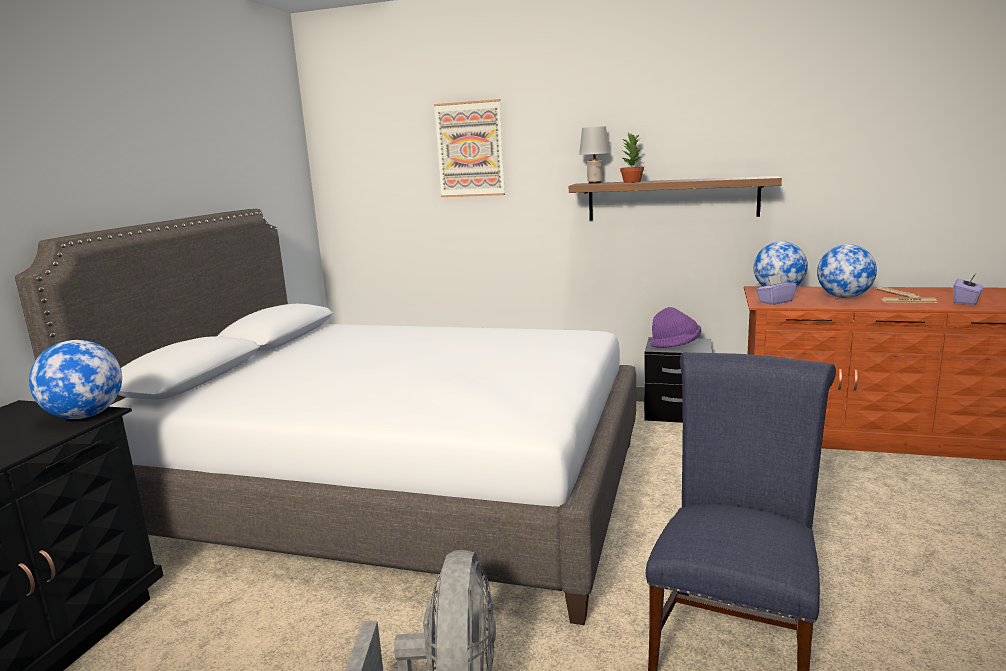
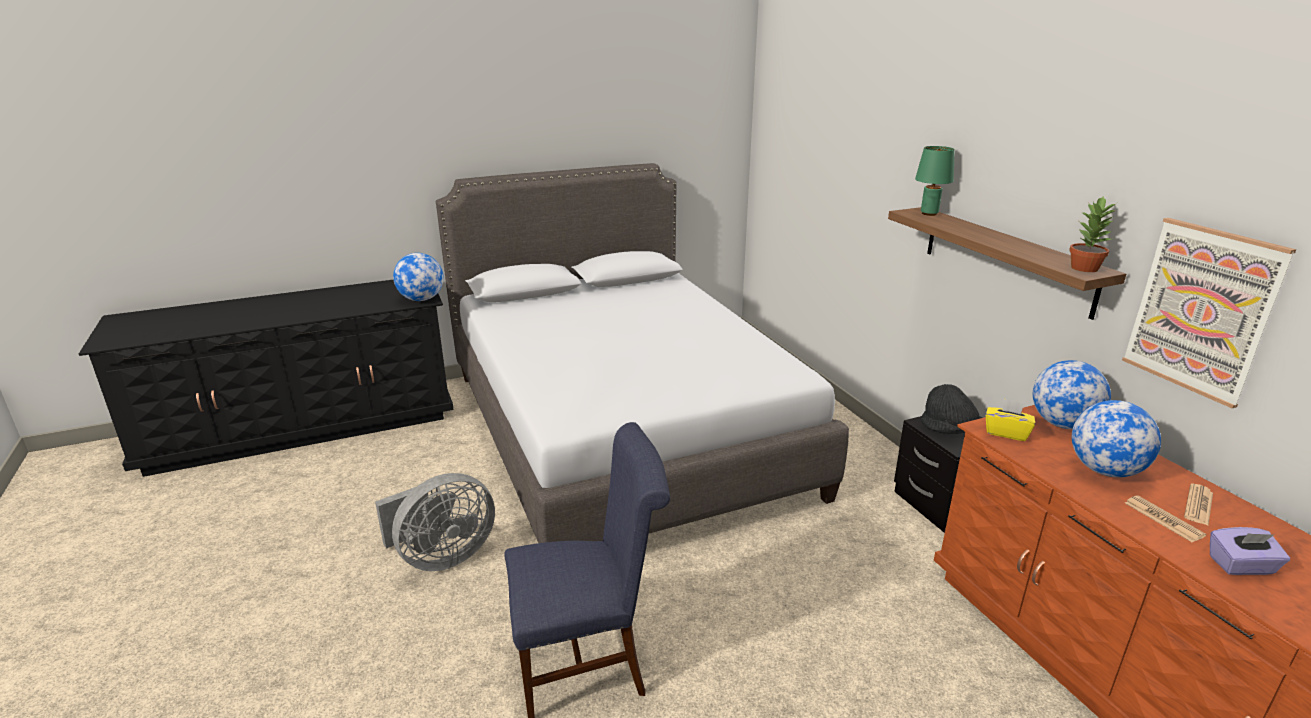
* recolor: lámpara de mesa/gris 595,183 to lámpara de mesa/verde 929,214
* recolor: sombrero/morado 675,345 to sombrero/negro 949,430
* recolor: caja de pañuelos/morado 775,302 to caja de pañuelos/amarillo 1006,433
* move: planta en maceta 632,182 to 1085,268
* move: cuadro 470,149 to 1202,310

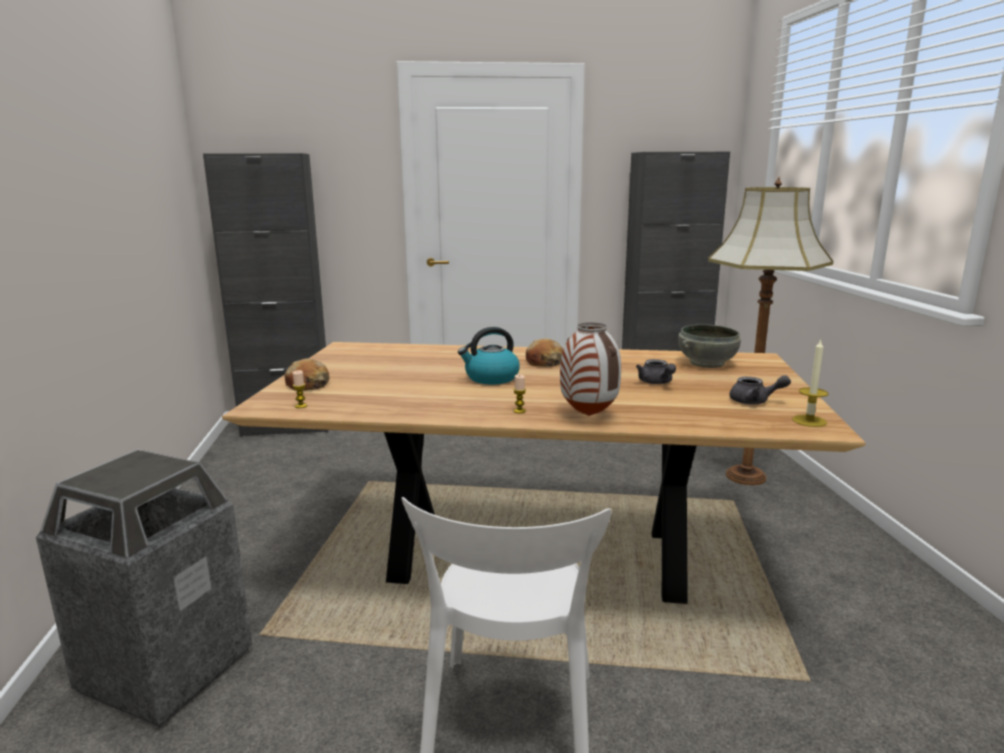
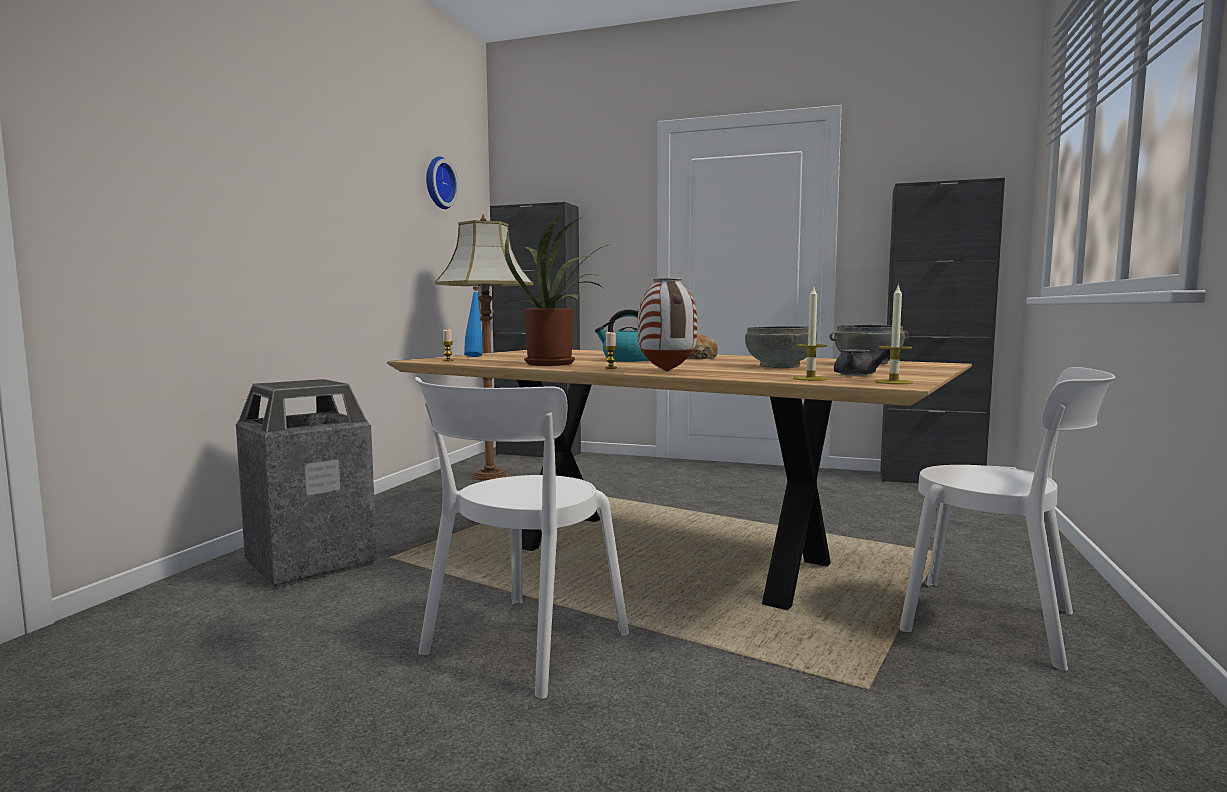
* insert: reloj de pared 438,183
* move: lámpara de pie 745,475 to 491,476
* replace: pan 307,385 to botella/azul 474,356
* insert: planta en maceta 555,364
* replace: tetera/gris 656,383 to cuenco/gris 780,366
* insert: vela 810,378
* insert: silla/blanco 999,623

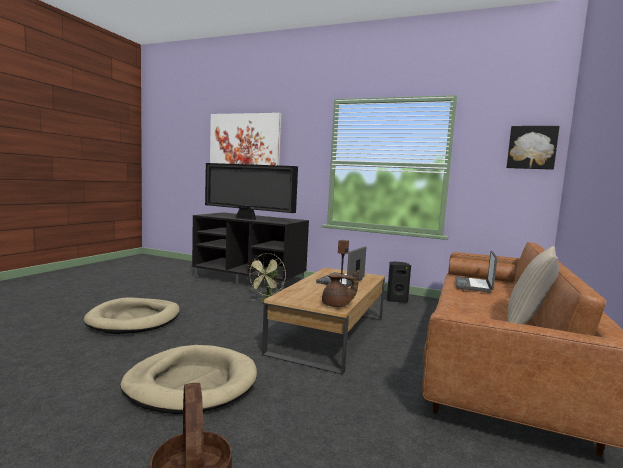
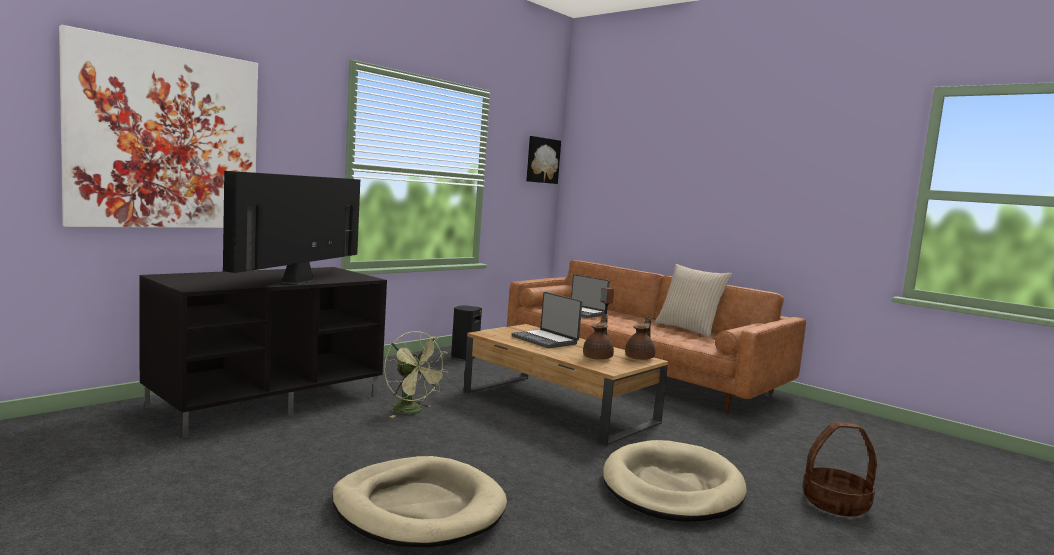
* rotate: televisor 247,219 = 297,281 150 degrees clockwise
* insert: tetera/marrón 598,357

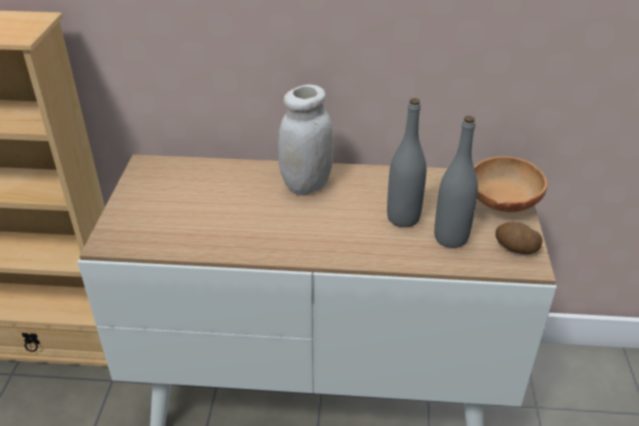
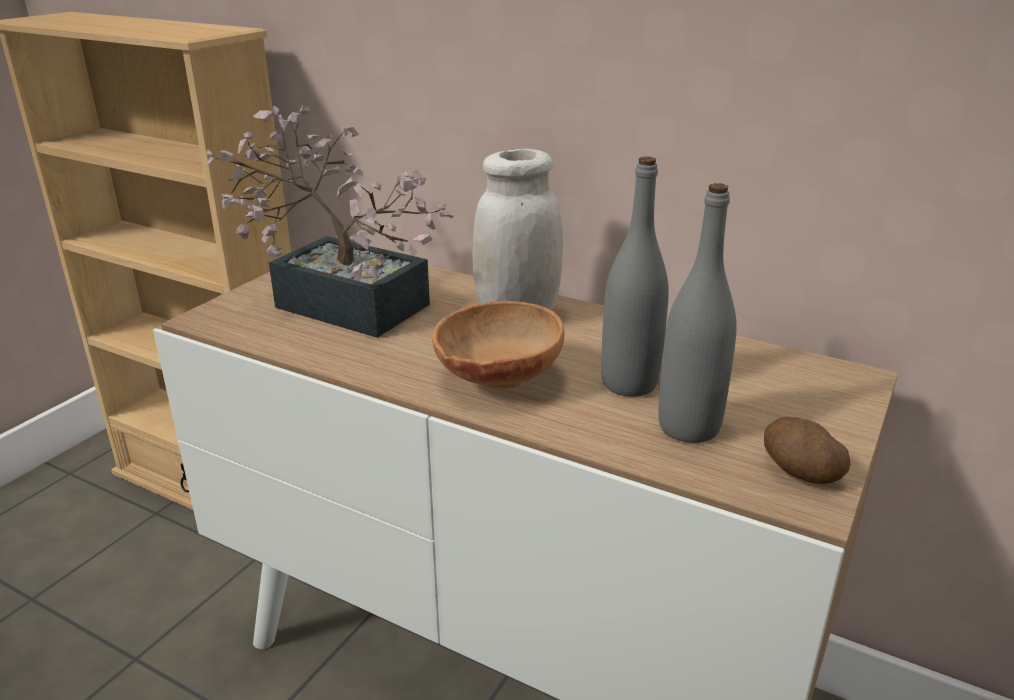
* insert: planta en maceta 339,301
* move: cuenco/marrón 501,204 to 496,378

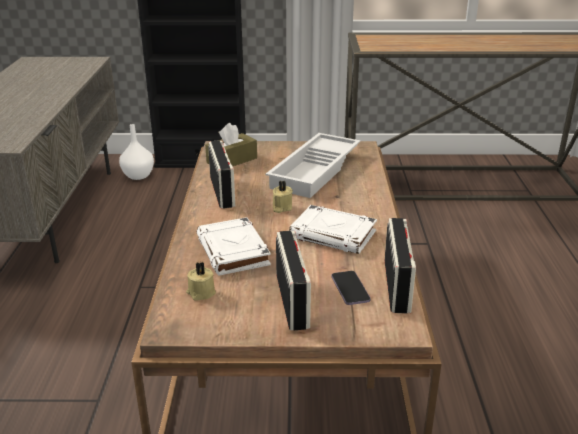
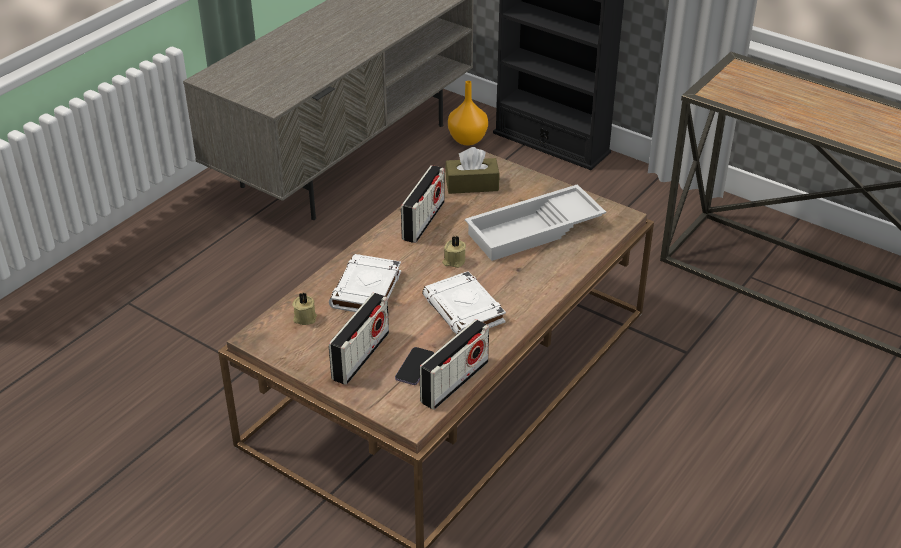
* recolor: florero/blanco 139,176 to florero/naranja 468,140

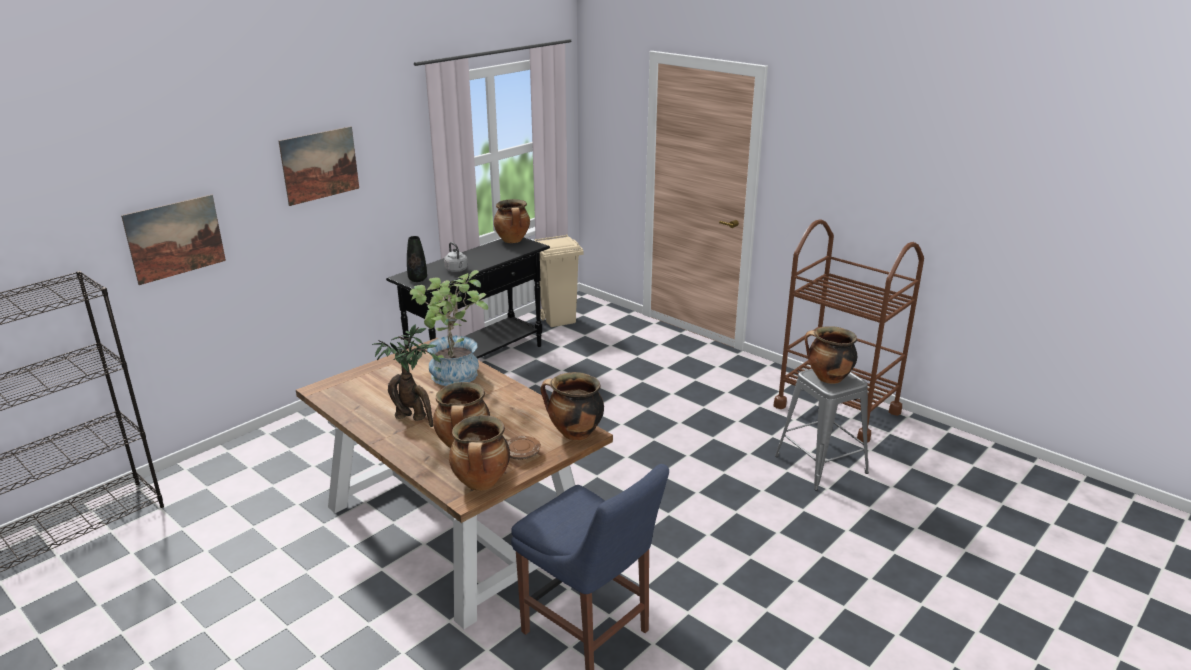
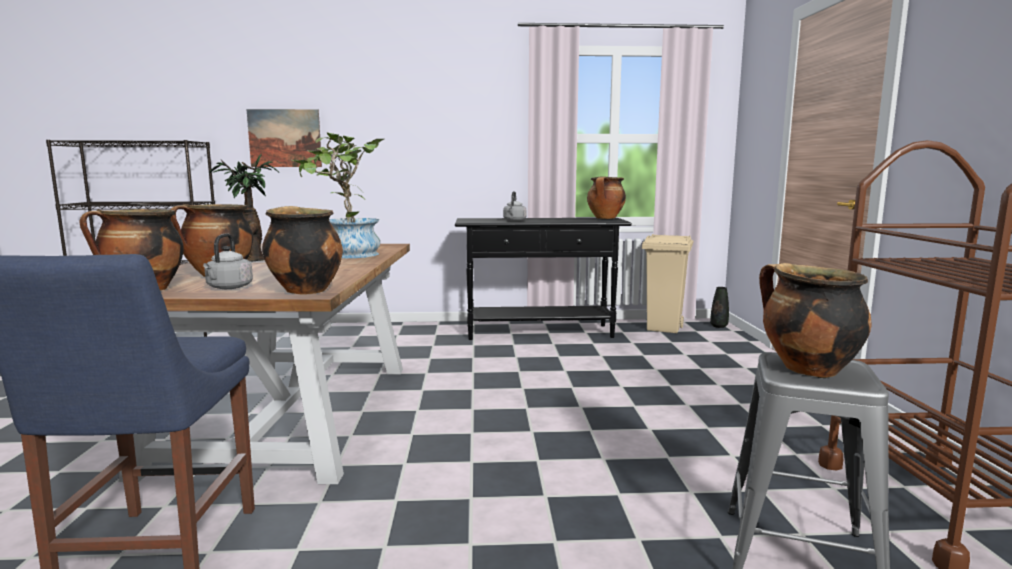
* replace: plato/marrón 522,454 to hervidor/gris 228,288
* move: florero/negro 417,279 to 718,326
* delete: cuadro 320,165

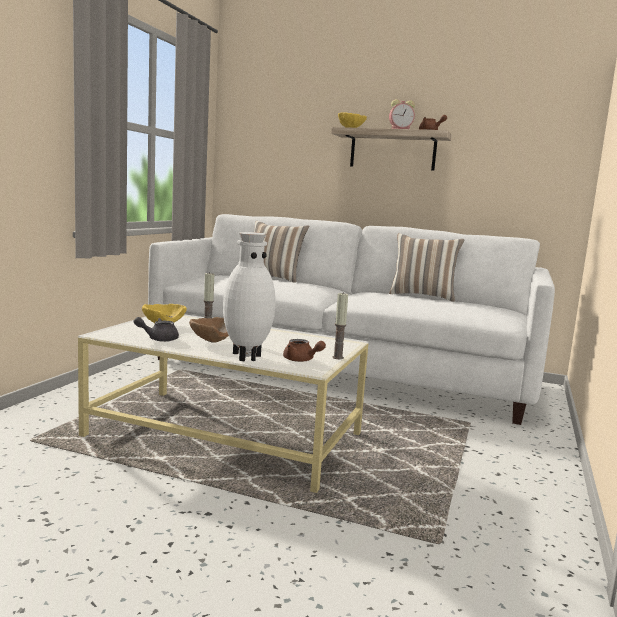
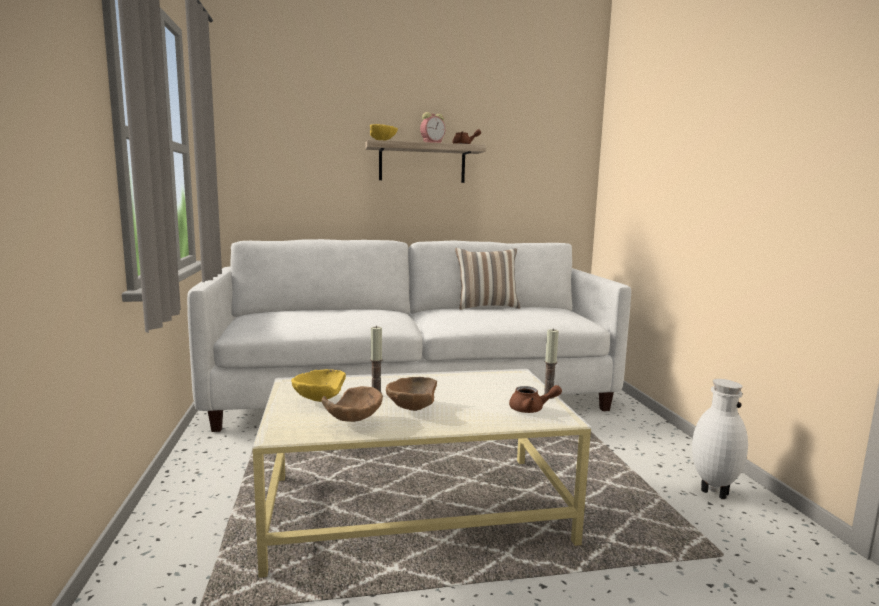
* replace: tetera/gris 158,339 to cuenco/marrón 354,422
* move: florero/blanco 245,357 to 712,491
* delete: cojín 274,278

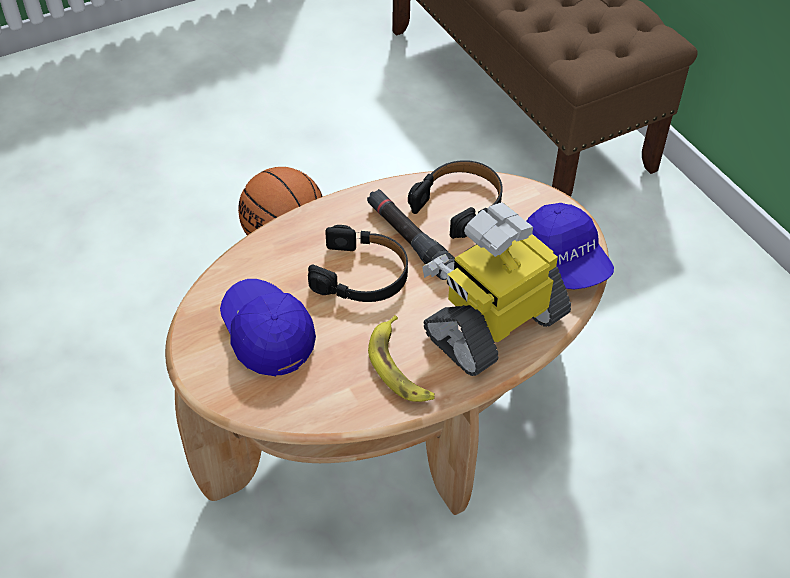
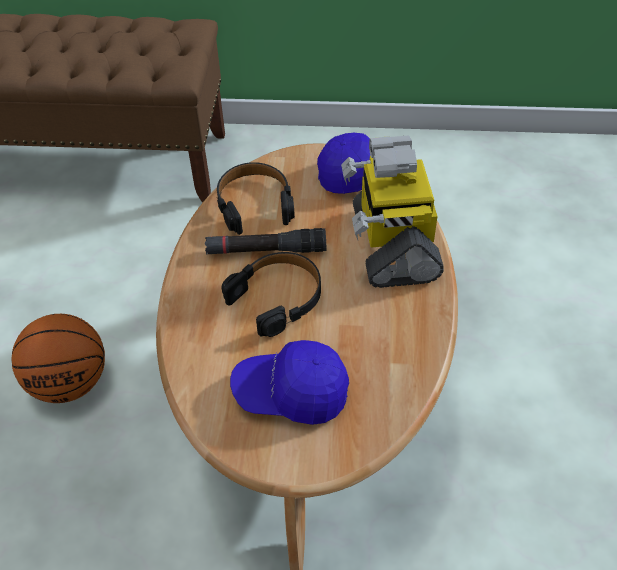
* delete: plátano 400,367

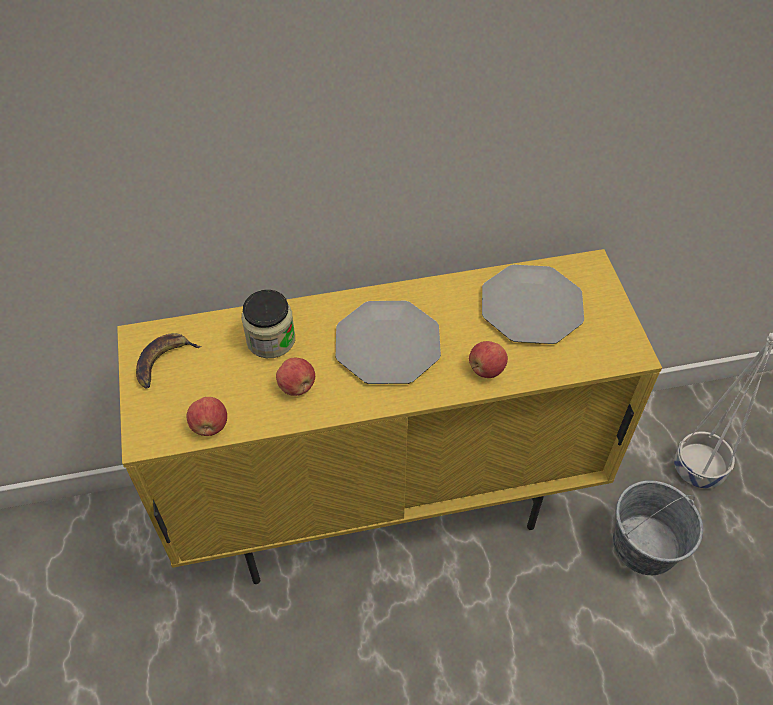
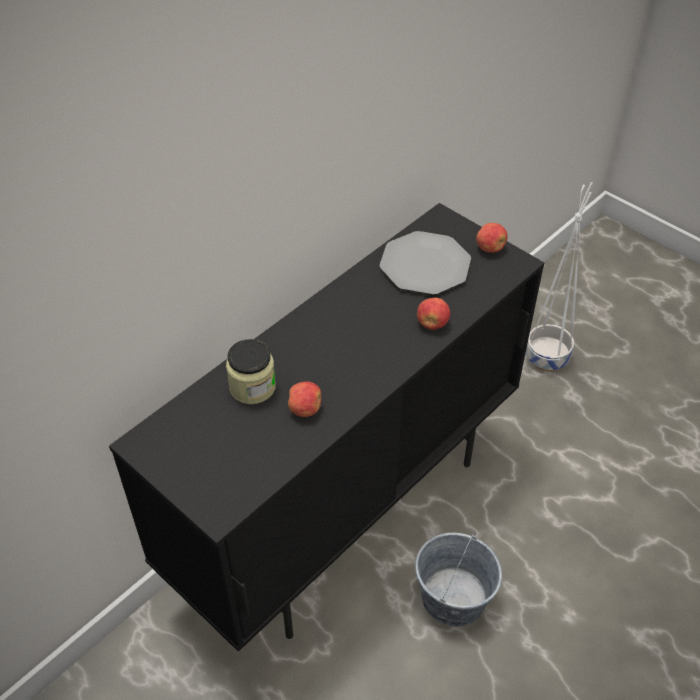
* recolor: armario/amarillo 386,504 to armario/negro 346,513
* move: cubo/gris 645,545 to 454,597
* move: manzana 210,426 to 490,248
* delete: plátano 163,362
* delete: plato 387,344

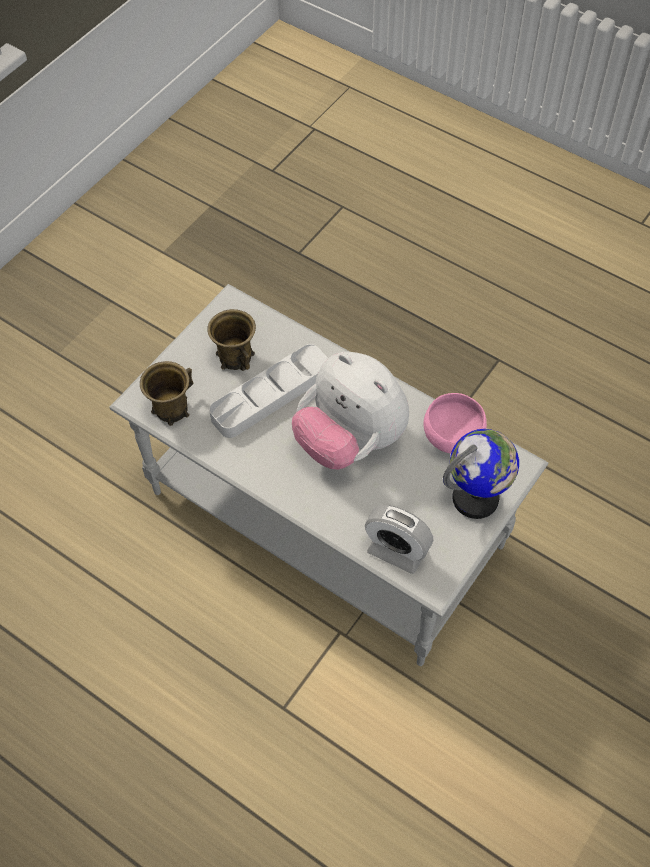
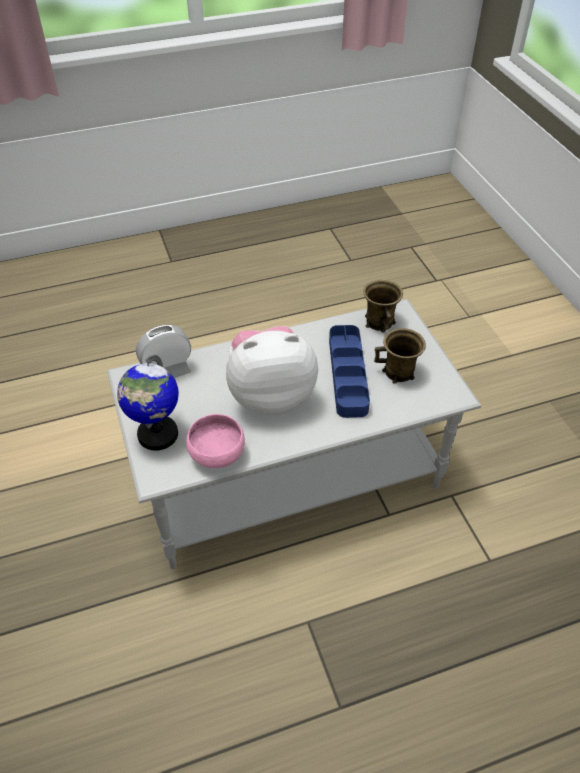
* recolor: bandeja/gris 271,395 to bandeja/azul 347,374

